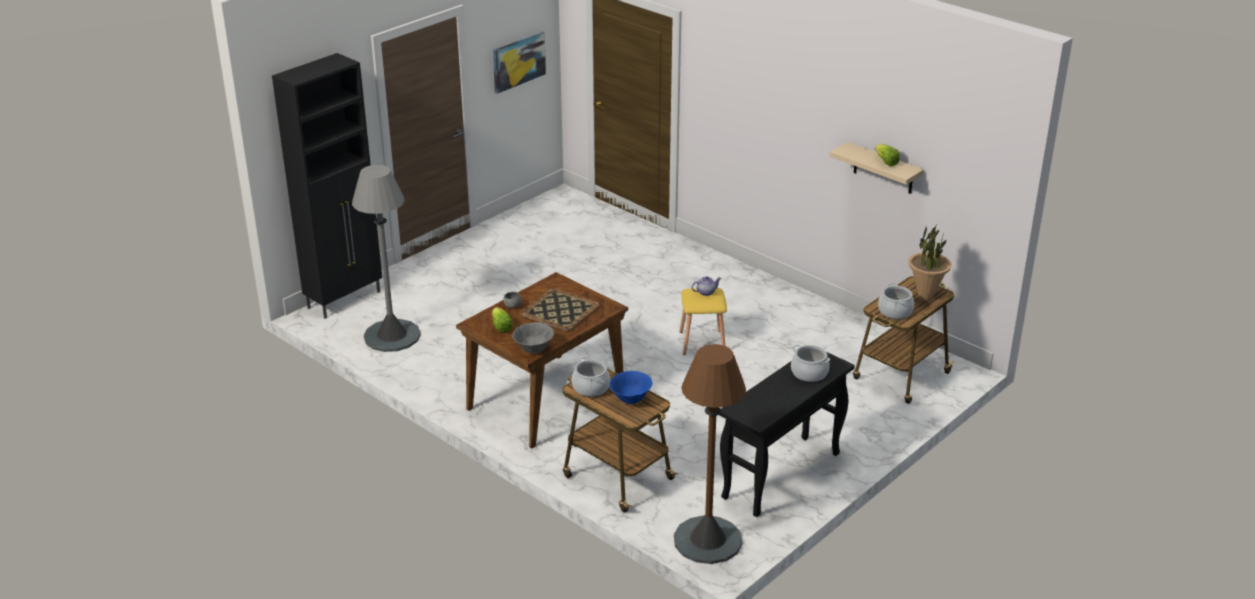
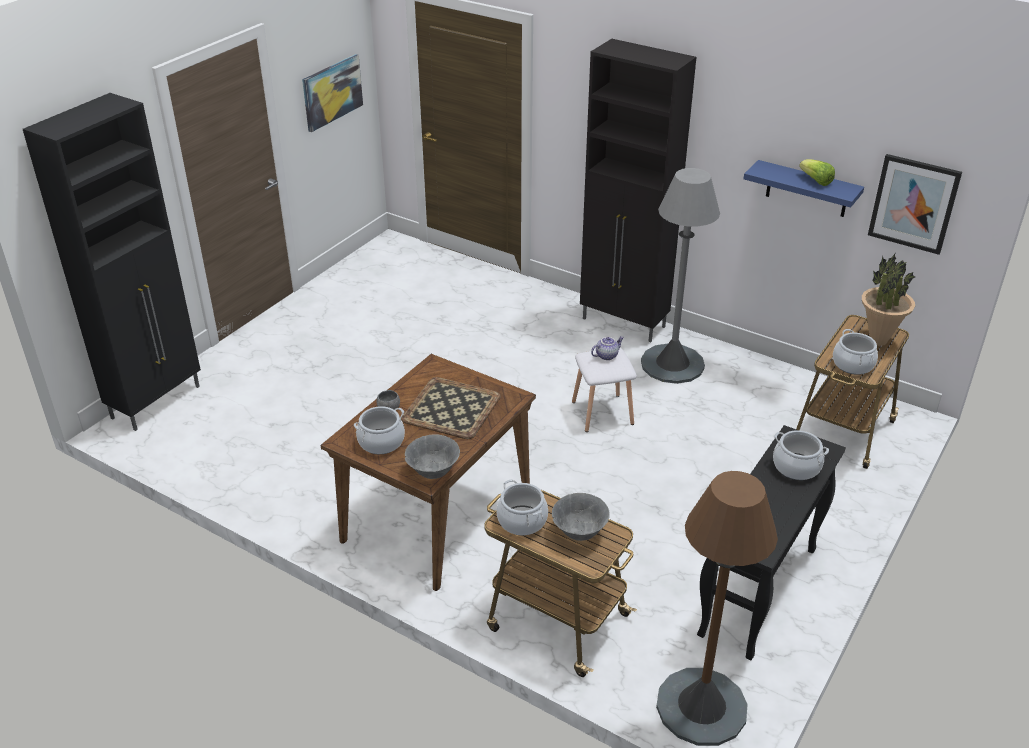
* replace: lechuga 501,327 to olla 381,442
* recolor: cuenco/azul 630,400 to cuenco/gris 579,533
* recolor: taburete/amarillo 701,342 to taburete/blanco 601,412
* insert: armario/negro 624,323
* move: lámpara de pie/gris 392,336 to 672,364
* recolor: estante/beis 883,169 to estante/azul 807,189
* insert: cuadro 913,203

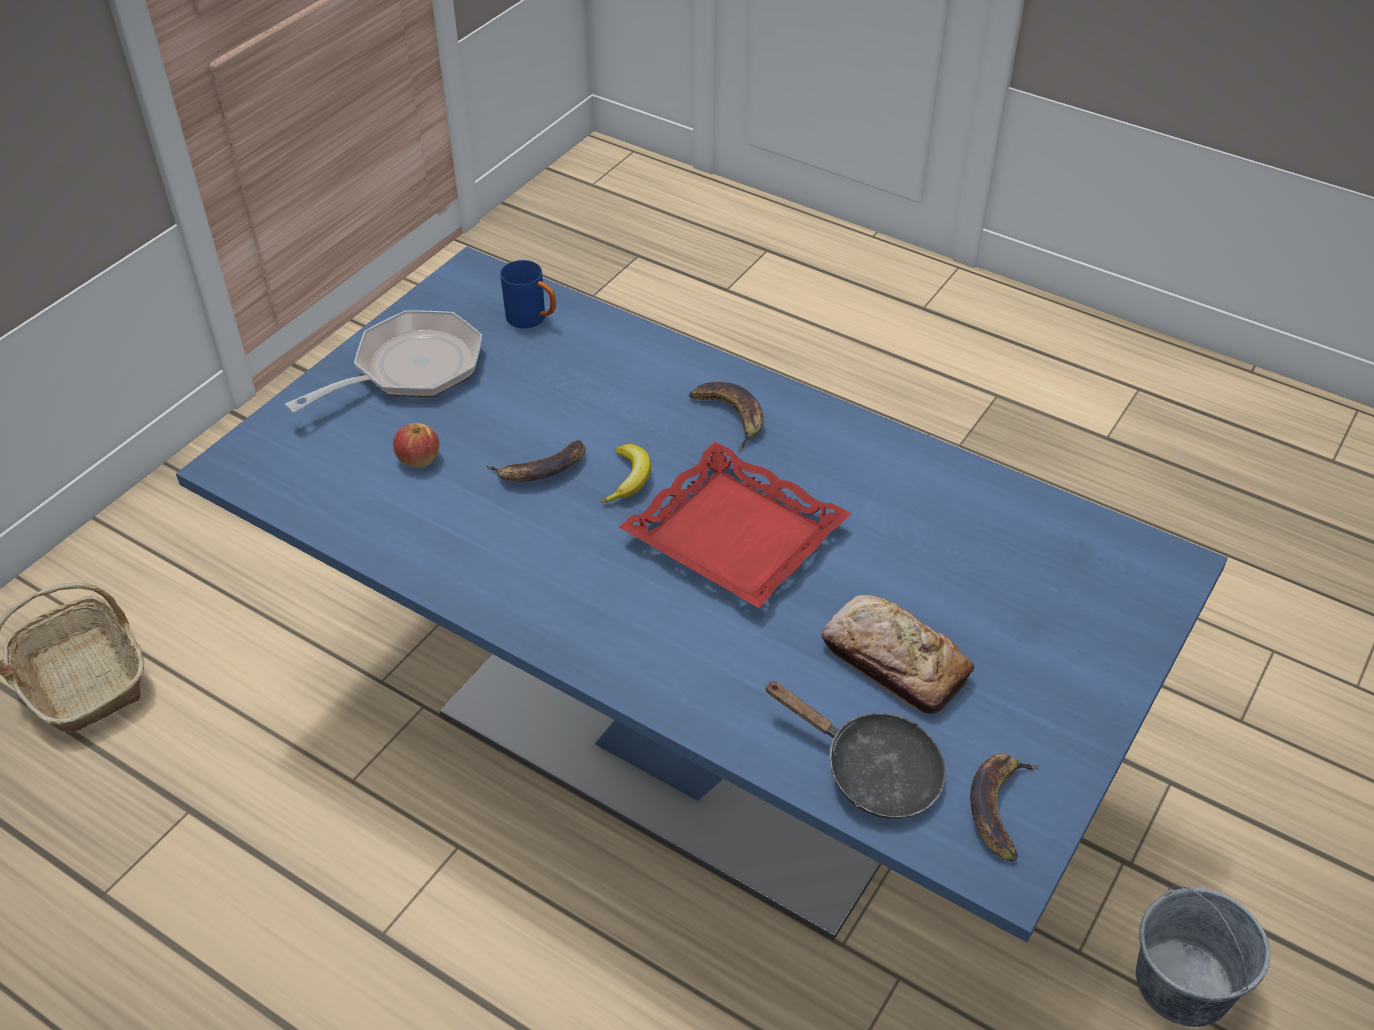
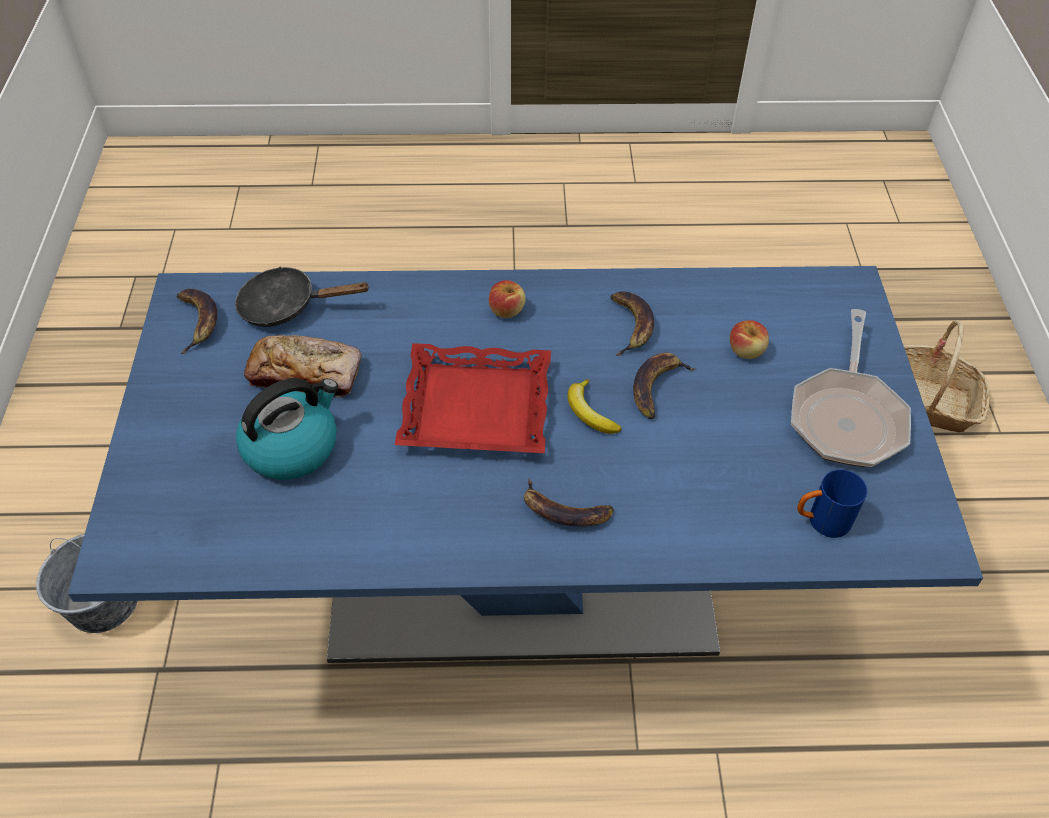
* insert: hervidor 292,446
* insert: manzana 507,310
* insert: plátano 630,325

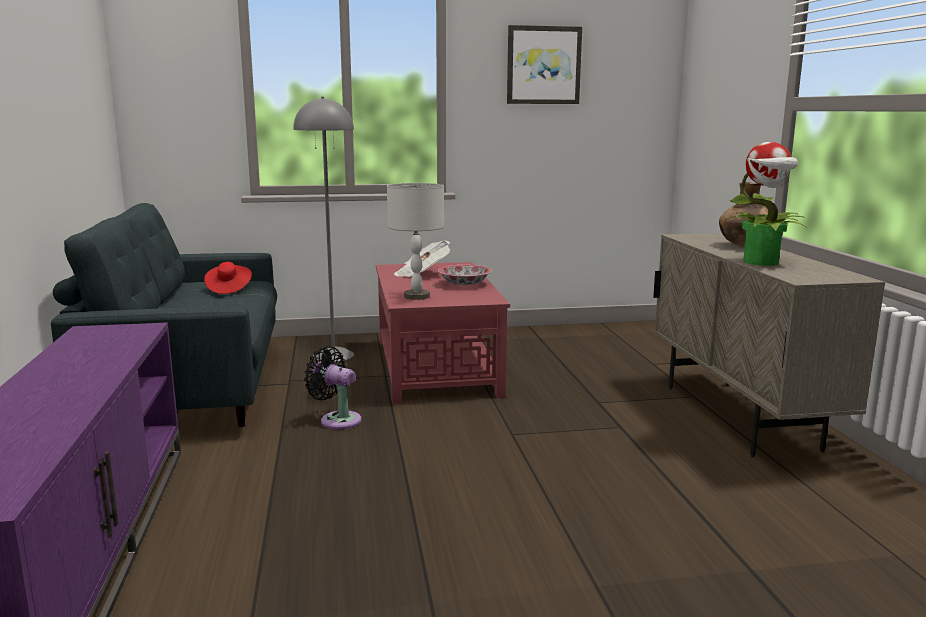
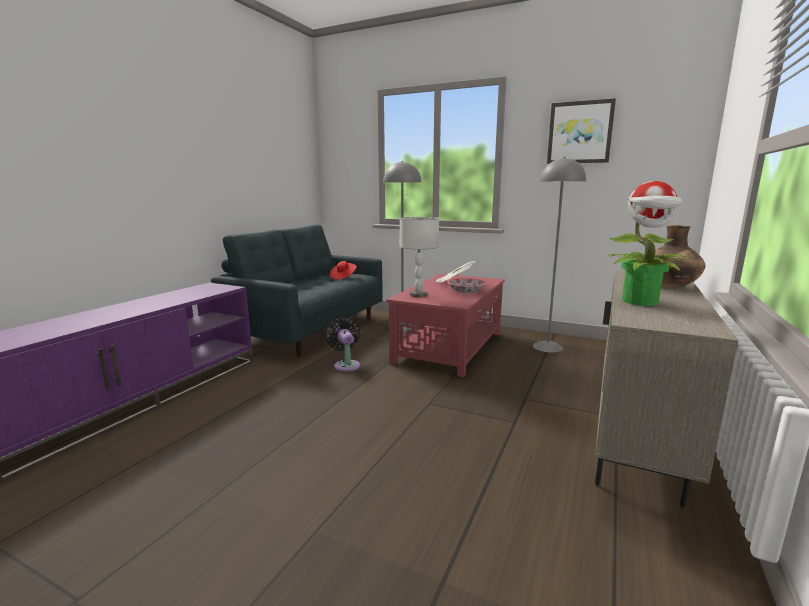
* insert: lámpara de pie/gris 548,347

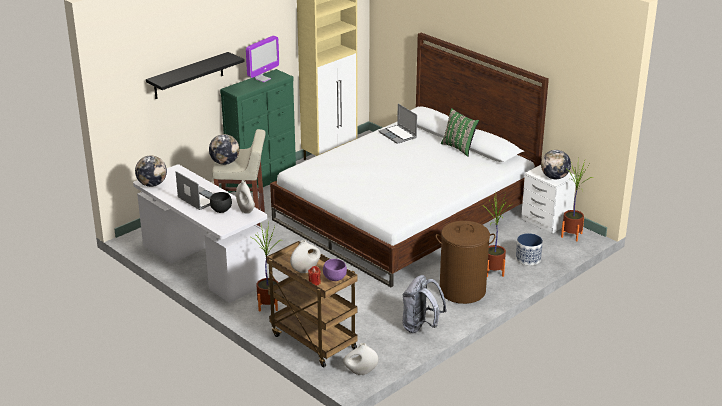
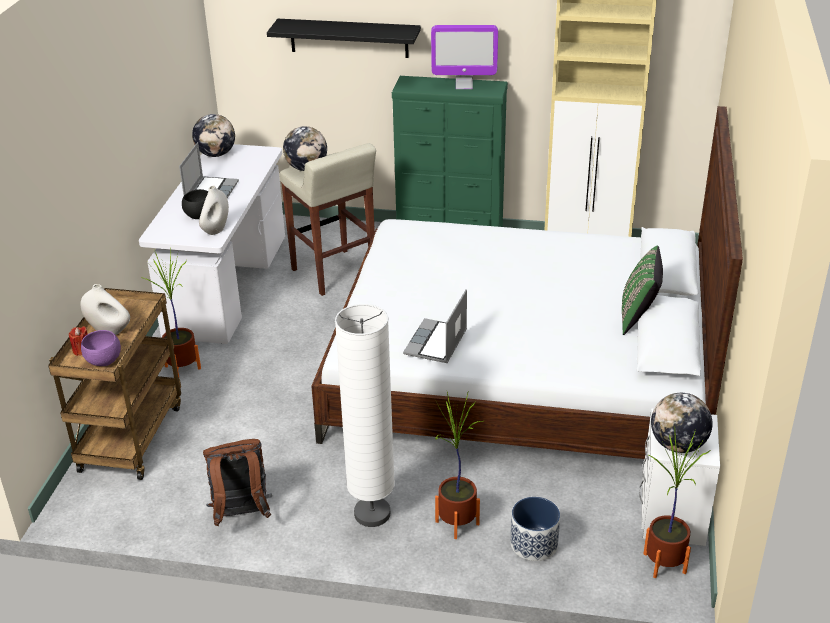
* recolor: mochila/gris 421,327 to mochila/marrón 241,515
* replace: cesto de la ropa/marrón 462,291 to lámpara de pie/blanco 372,514
* move: portátil 398,135 to 436,343
* delete: florero/blanco 360,372

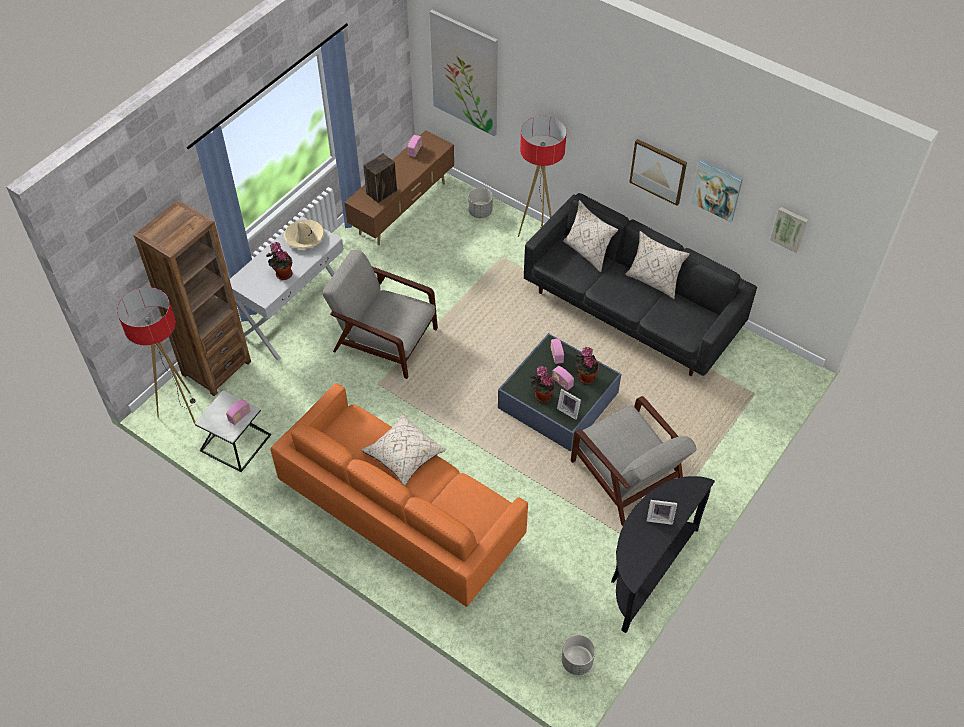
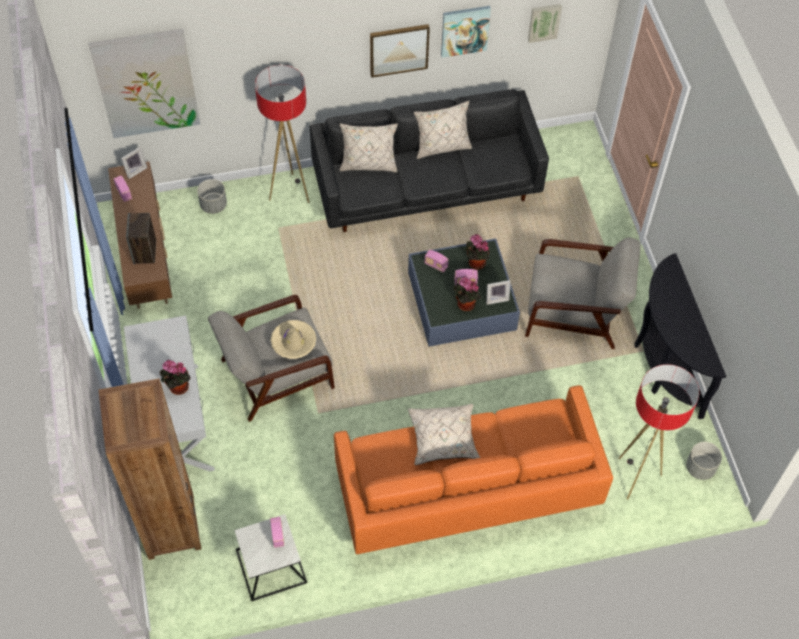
* move: portarretratos 659,518 to 135,170
* move: sombrero/beis 305,238 to 293,342
* move: lámpara de pie 181,411 to 635,477

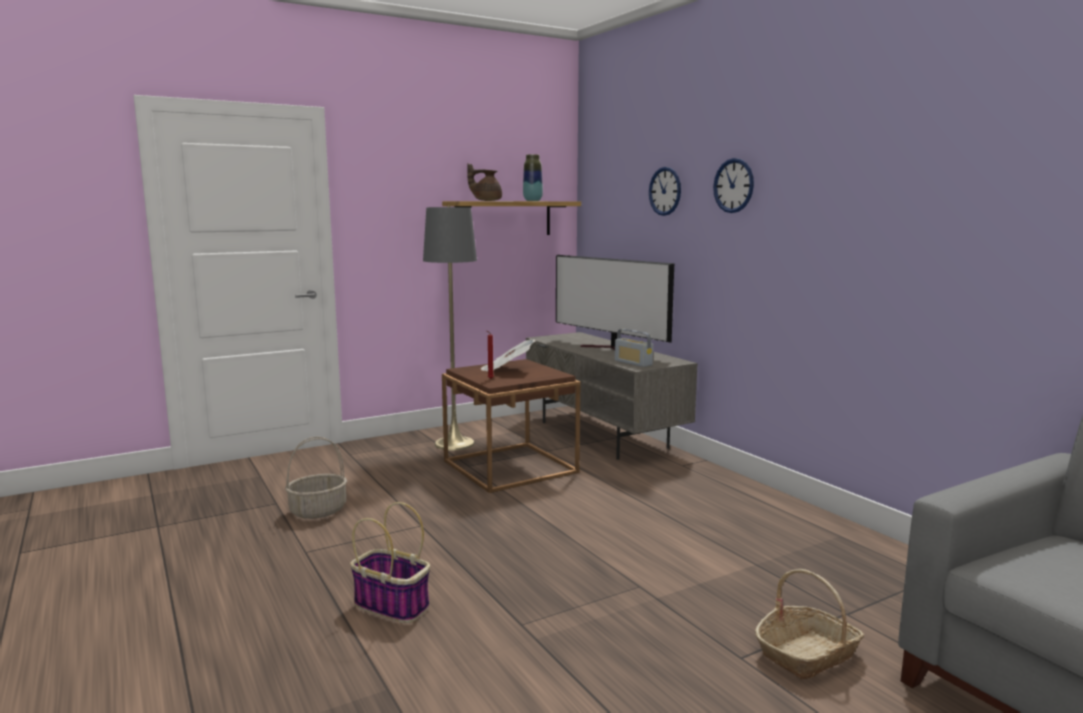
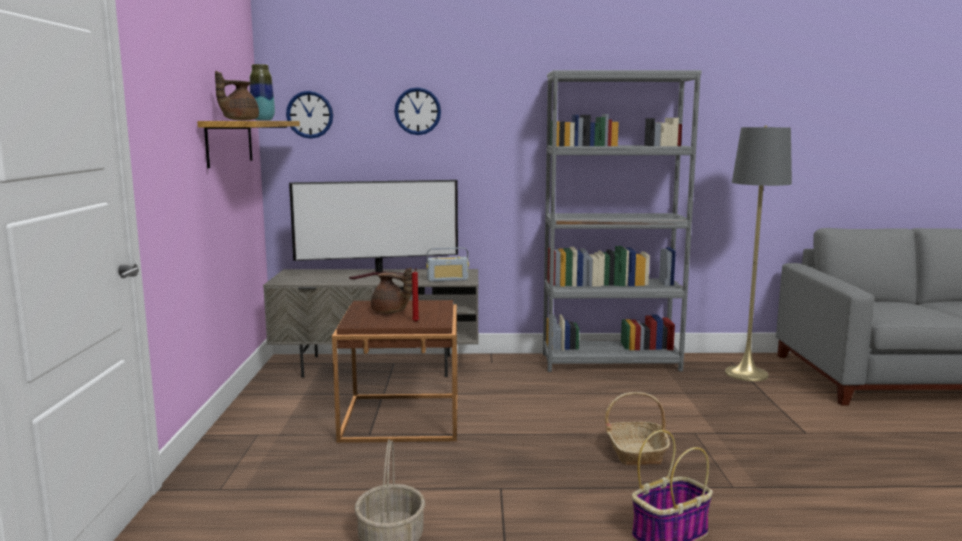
* move: reloj de pared 733,185 to 309,114
* replace: periódico 507,370 to tetera/marrón 390,312
* insert: estantería/gris 610,362
* move: cesta 807,654 to 635,451
* move: lámpara de pie/gris 454,444 to 746,374

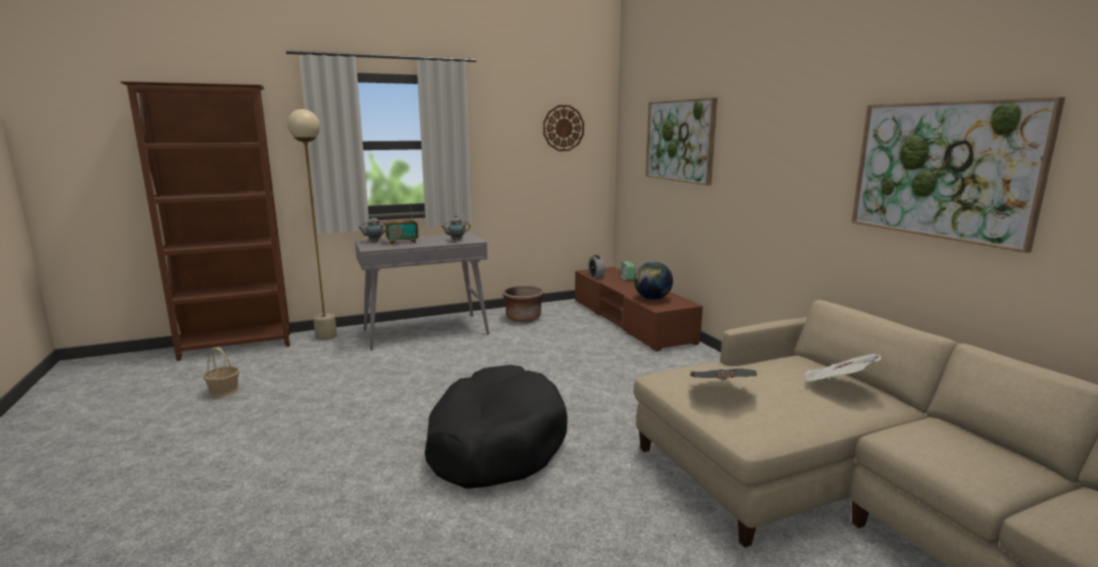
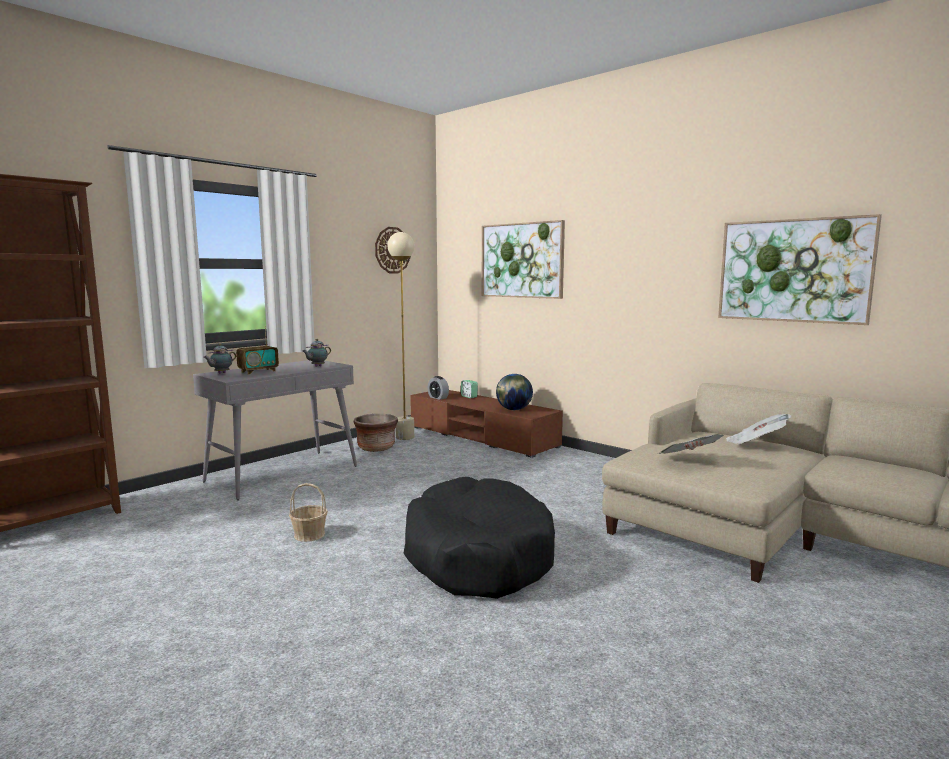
* move: cesta 224,391 to 309,535
* move: lámpara de pie/beis 326,336 to 405,437

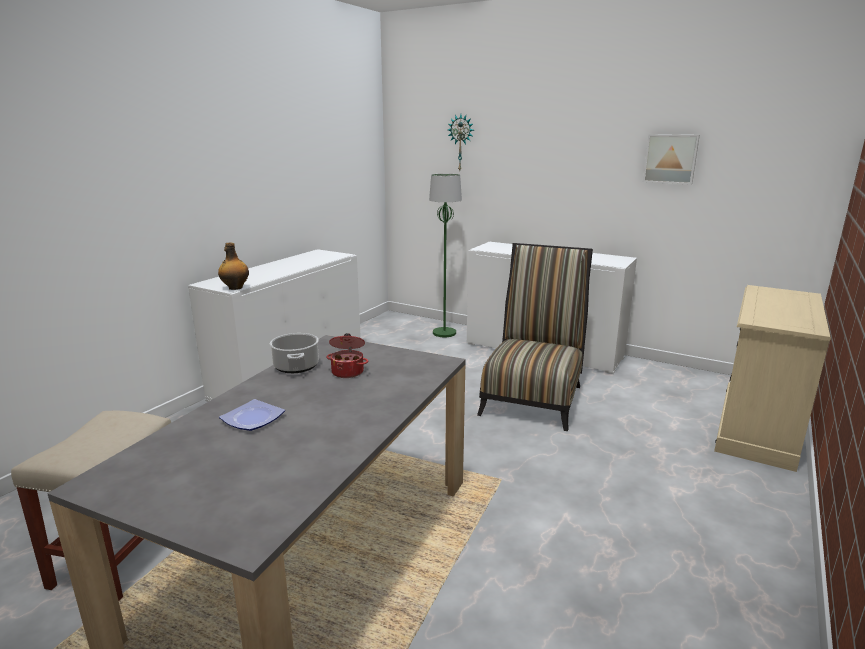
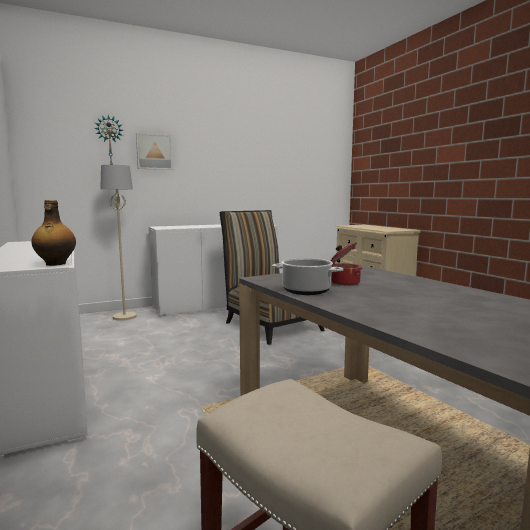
* recolor: lámpara de pie/verde 444,333 to lámpara de pie/beis 124,317
* move: cuadro 670,159 to 154,152
* delete: plato 253,419

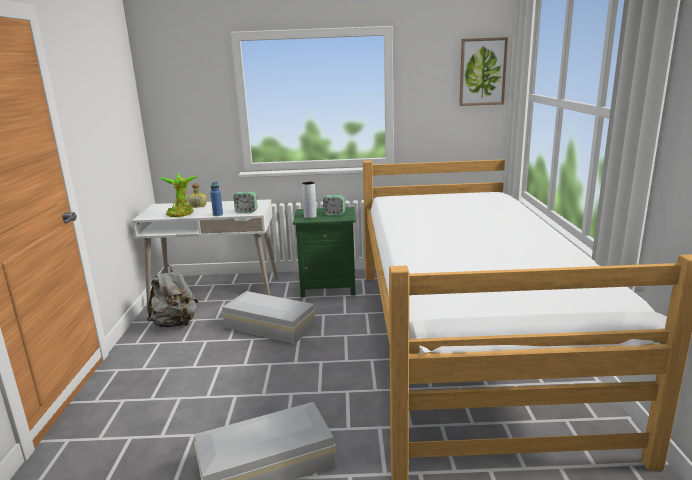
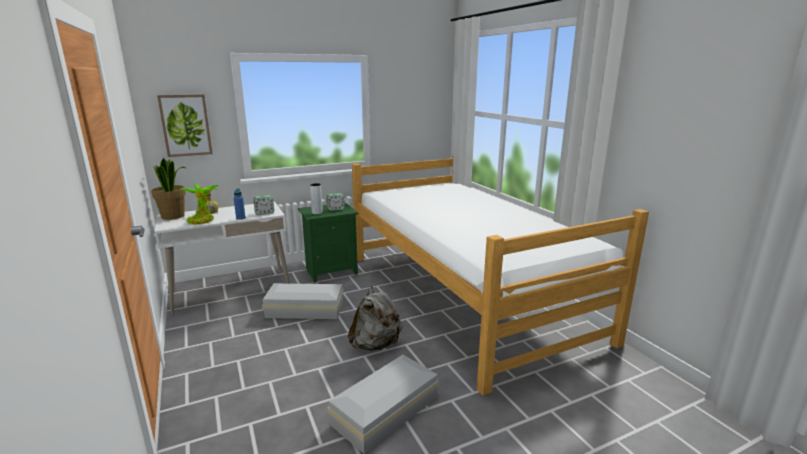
* insert: planta en maceta 173,216
* move: cuadro 482,72 to 186,125
* move: mochila/gris 175,324 to 376,344

